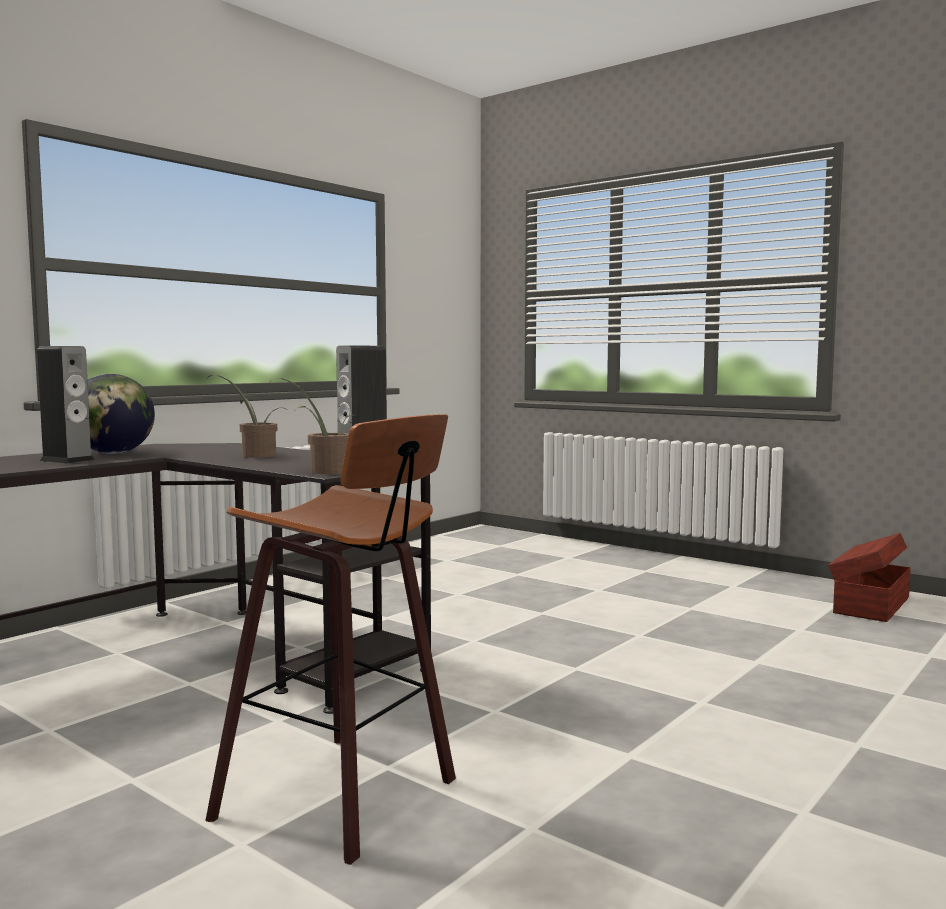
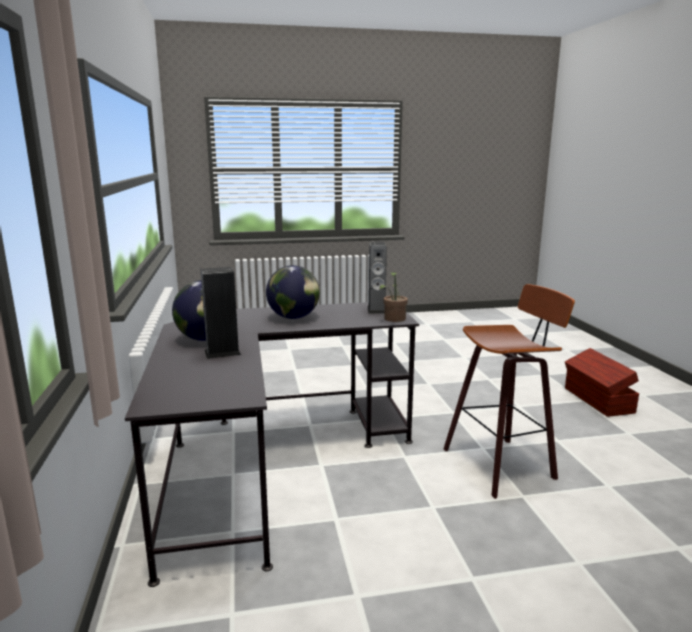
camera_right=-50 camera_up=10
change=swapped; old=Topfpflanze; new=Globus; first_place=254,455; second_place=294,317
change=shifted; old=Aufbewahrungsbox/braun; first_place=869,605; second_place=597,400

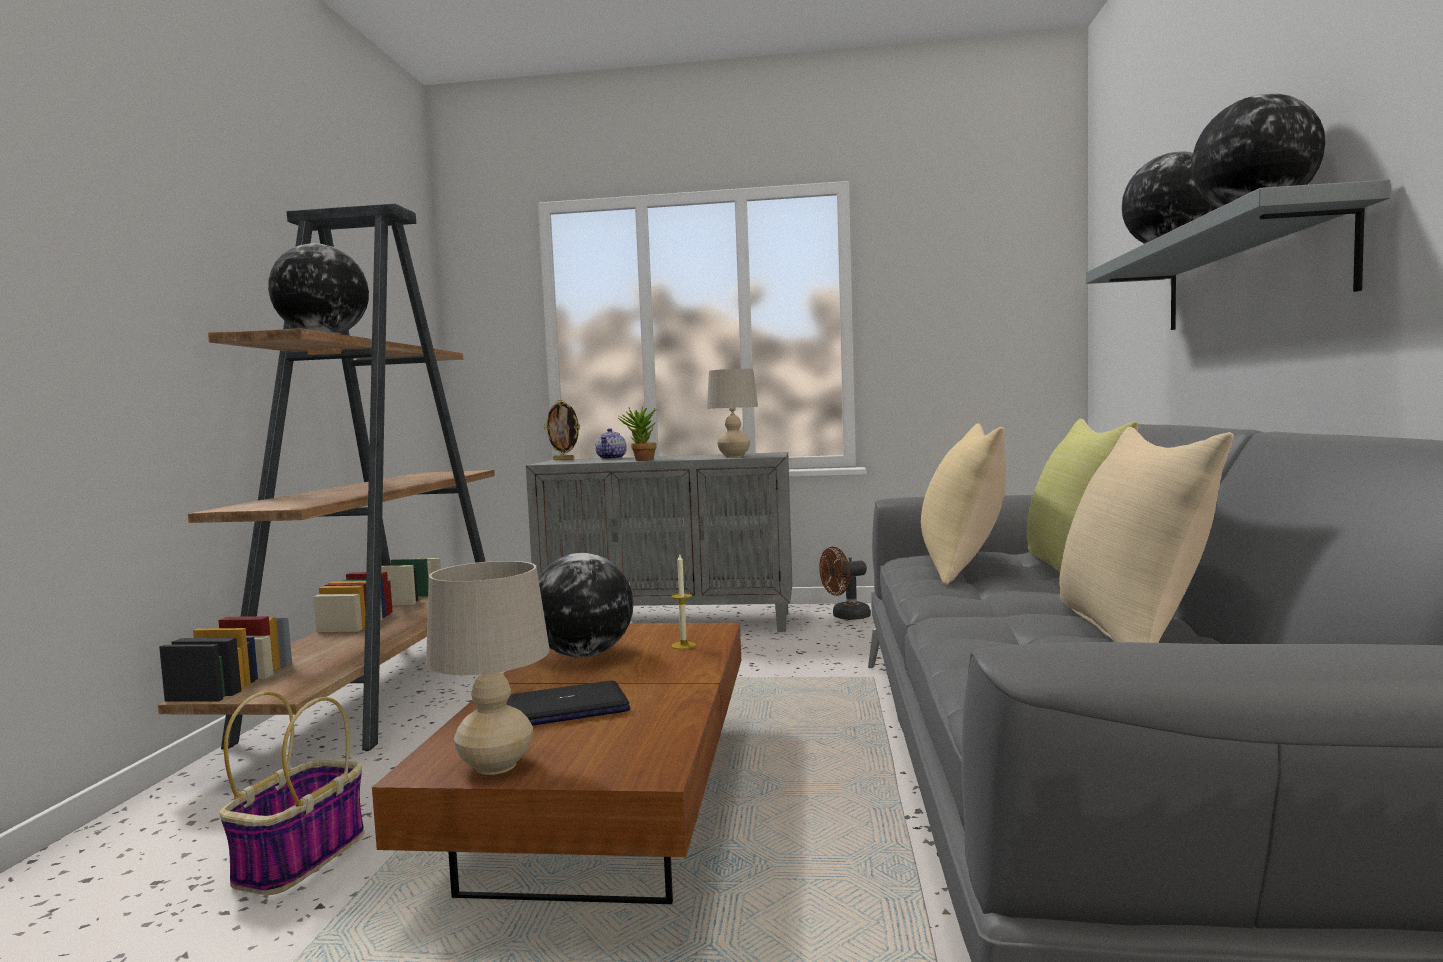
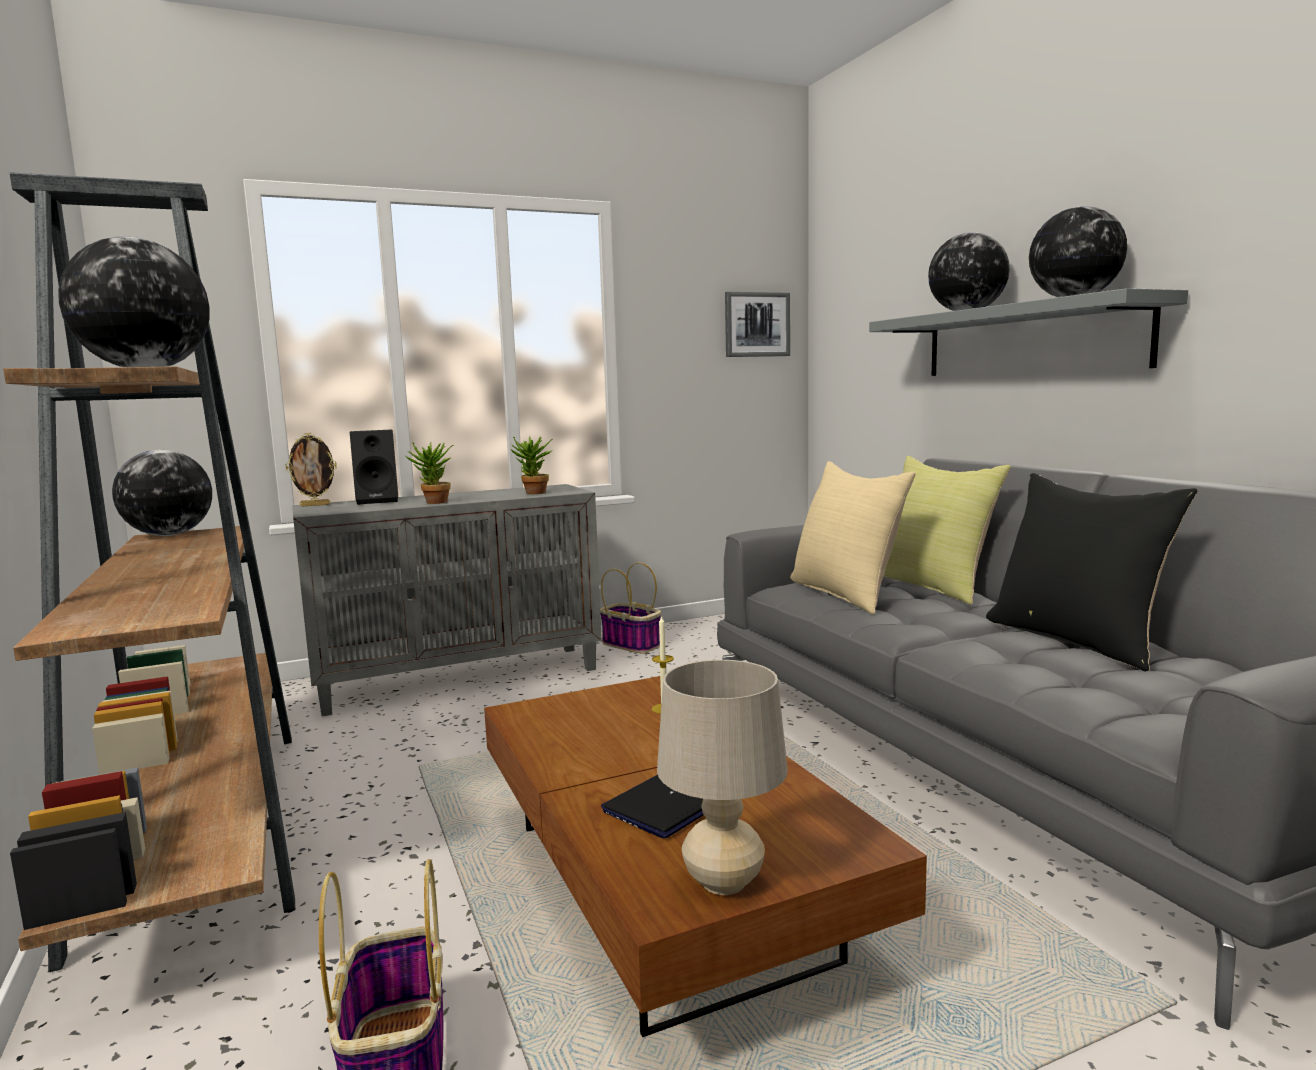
camera_right=-30 camera_up=5
change=shifted; old=Globus; first_place=584,655; second_place=170,535
change=swapped; old=Teekanne; new=Lautsprecher/schwarz; first_place=612,458; second_place=379,501
change=swapped; old=Tischlampe/beige; new=Topfpflanze; first_place=734,456; second_place=533,493
change=swapped; old=Ventilator/braun; new=Korb; first_place=845,616; second_place=632,645
change=new; new=Bild; second_place=756,324
change=repainted; old=Kissen/beige; new=Kissen/schwarz; first_place=1132,632; second_place=1077,640

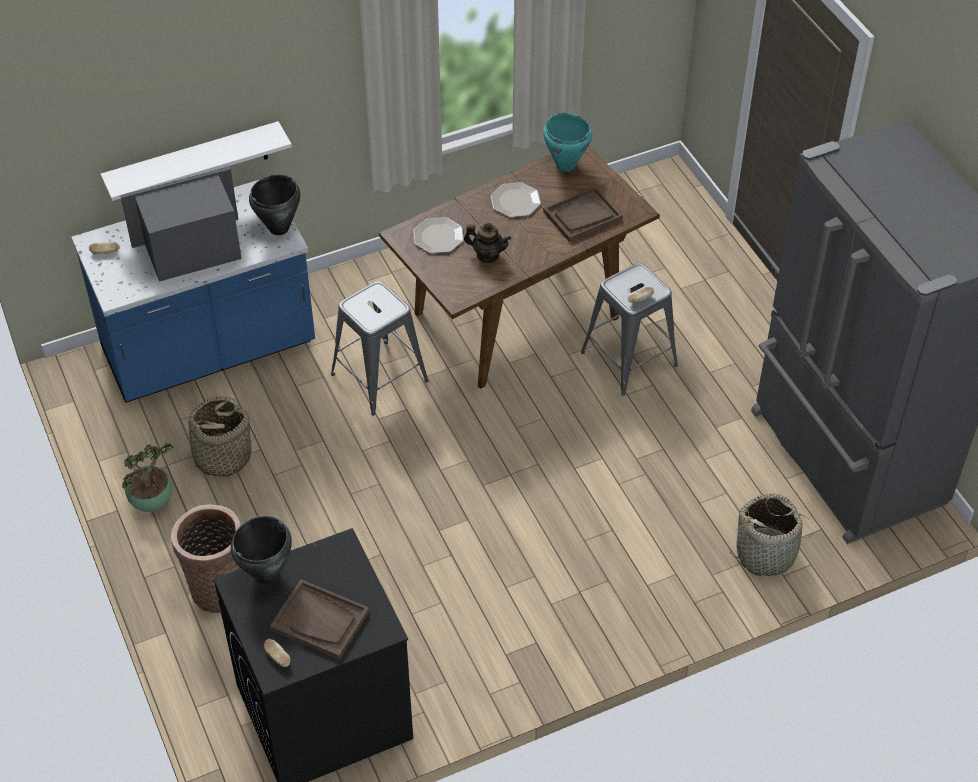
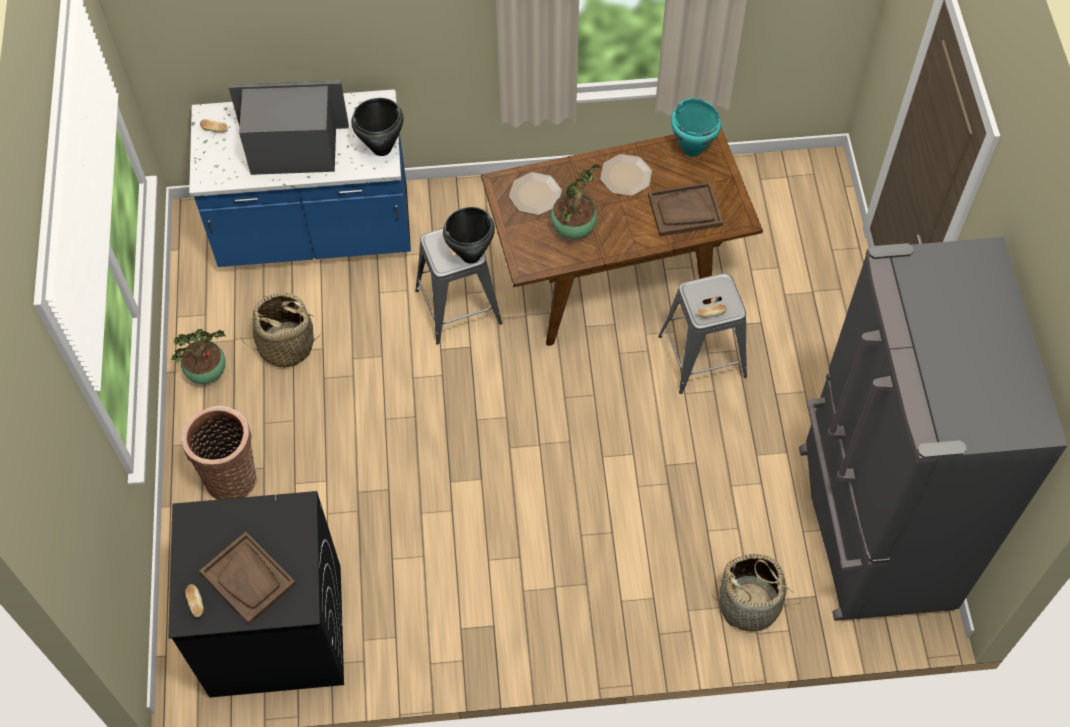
camera_right=20 camera_up=10
change=shifted; old=Kochtopf/schwarz; first_place=267,574; second_place=471,255
change=swapped; old=Teekanne; new=Topfpflanze; first_place=487,255; second_place=574,228
change=gone; old=Wandregal/weiß; first_place=193,163

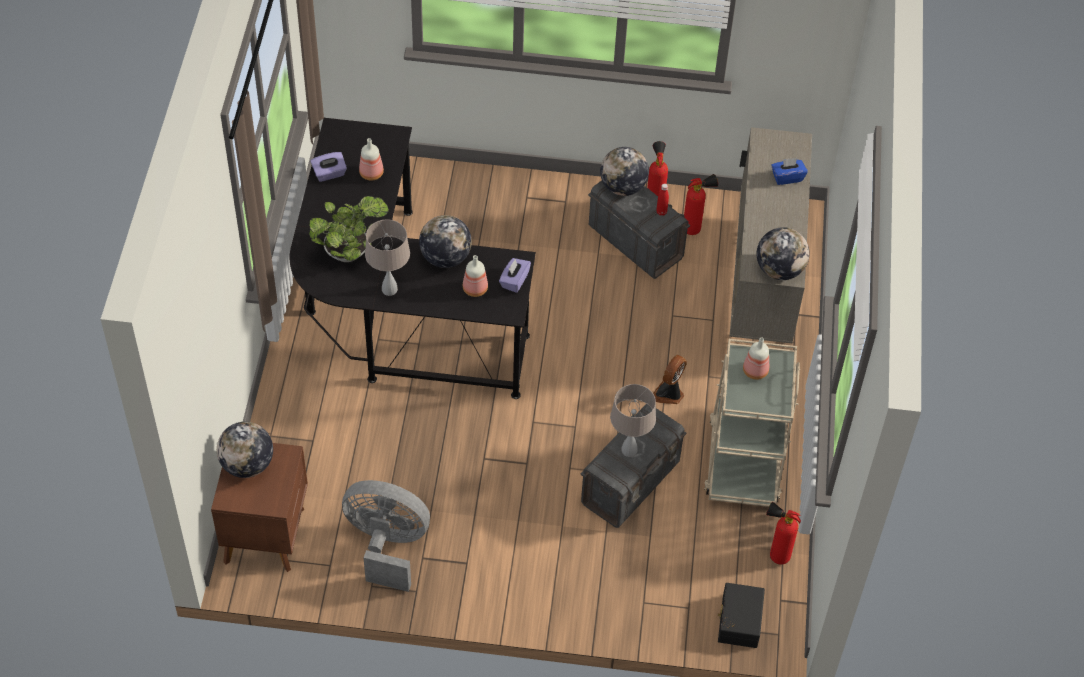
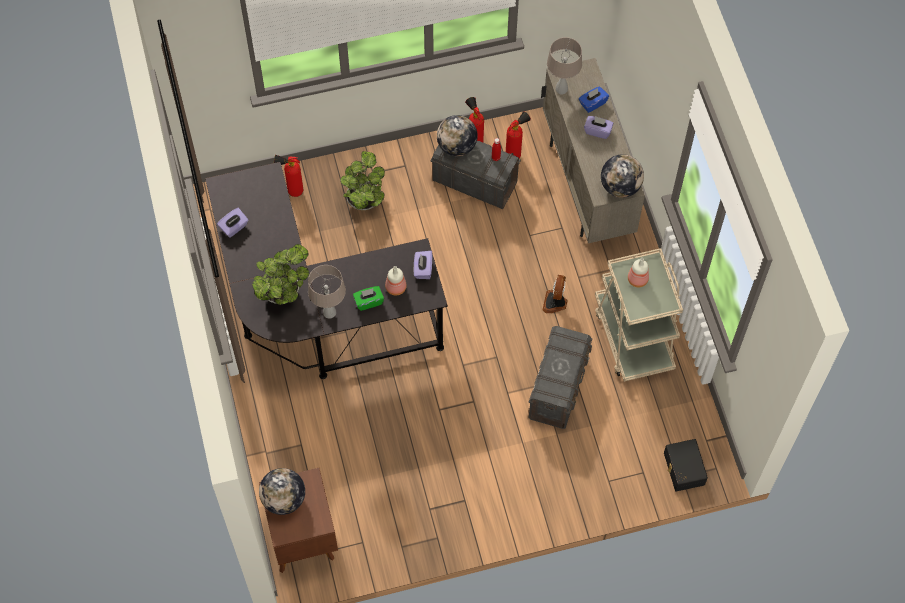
camera_right=-20 camera_up=10
change=shifted; old=Feuerlöscher; first_place=775,555; second_place=292,191
change=new; new=Topfpflanze; second_place=364,199
change=new; new=Taschentuchbox/grün; second_place=368,301
change=shifted; old=Tischlampe/beige; first_place=629,449; second_place=561,89
change=new; new=Taschentuchbox/lila; second_place=597,131
change=gone; old=Ventilator/grau; first_place=387,545
change=gone; old=Flasche; first_place=372,173
change=gone; old=Globus; first_place=445,258

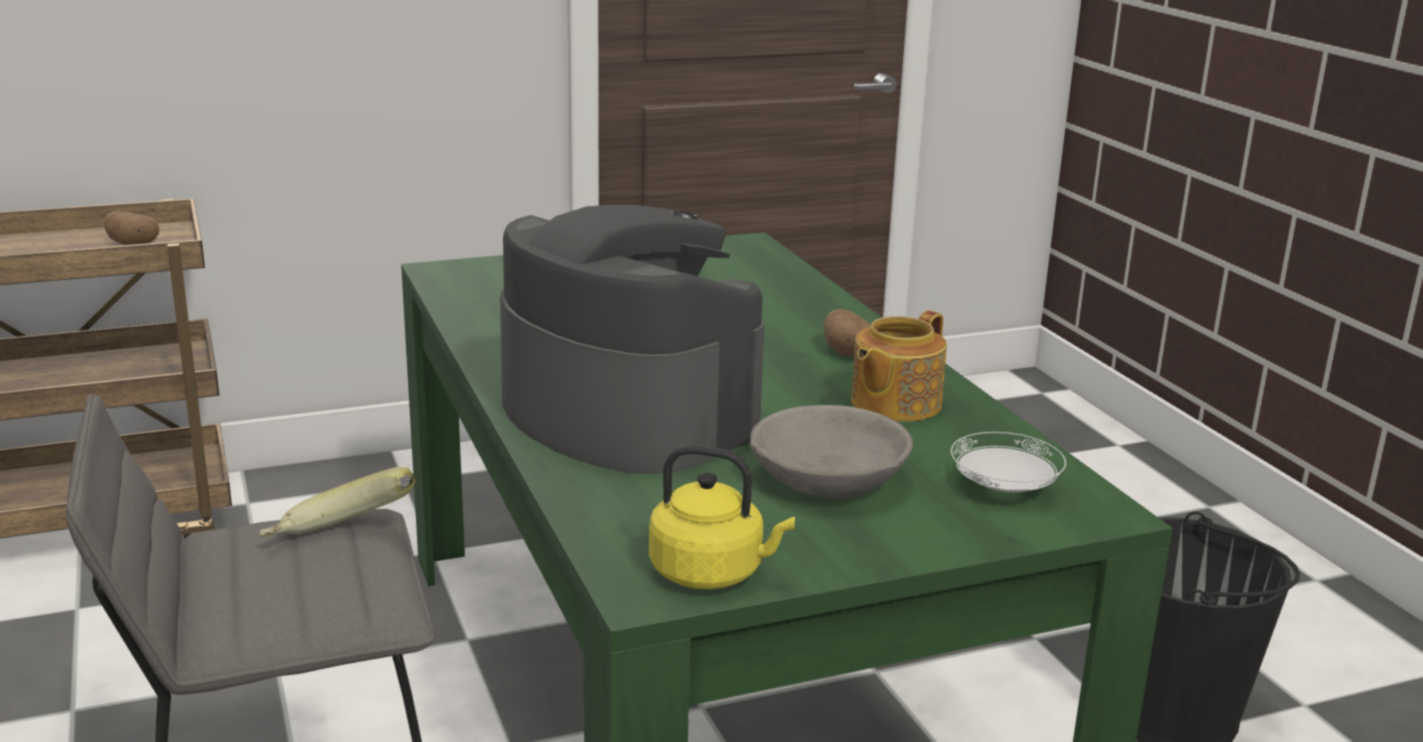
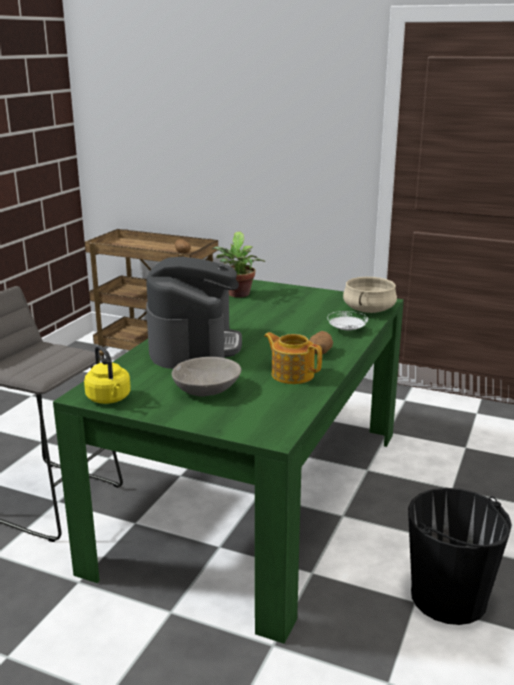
camera_right=45 camera_up=0
change=new; new=Topfpflanze; second_place=238,295
change=rotated; old=Teekanne; first_place=893,403; second_place=292,374; degrees=45
change=shifted; old=Teller/weiß; first_place=1003,490; second_place=346,330
change=new; new=Kochtopf/beige; second_place=369,310
change=gone; old=Banane; first_place=340,541

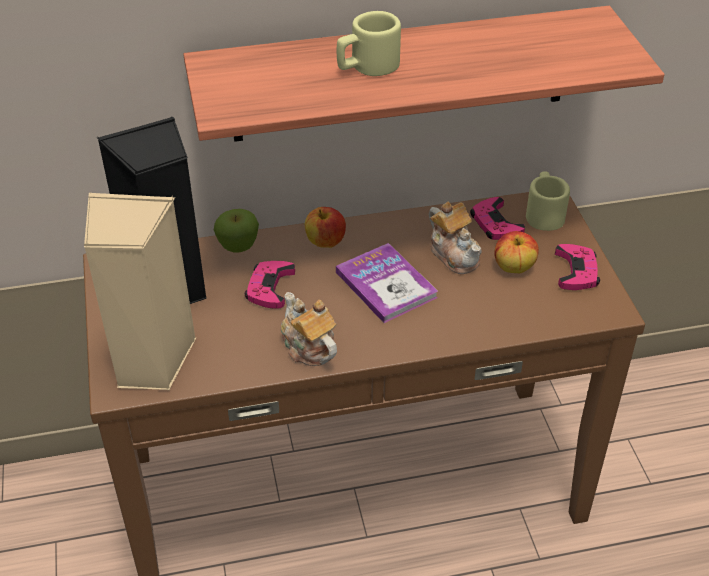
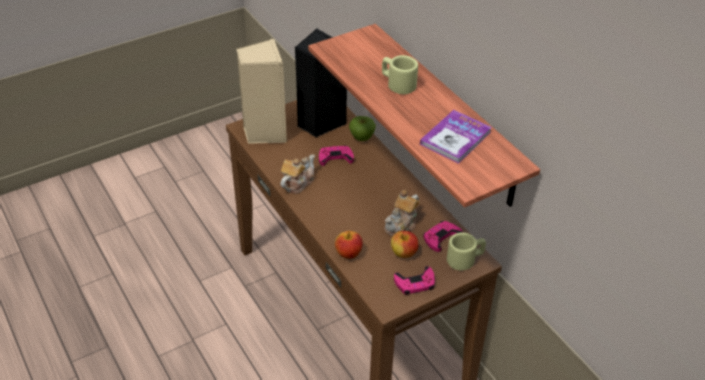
camera_right=70 camera_up=0
change=shifted; old=Apfel; first_place=325,242; second_place=348,253
change=shifted; old=Buch; first_place=386,284; second_place=455,138

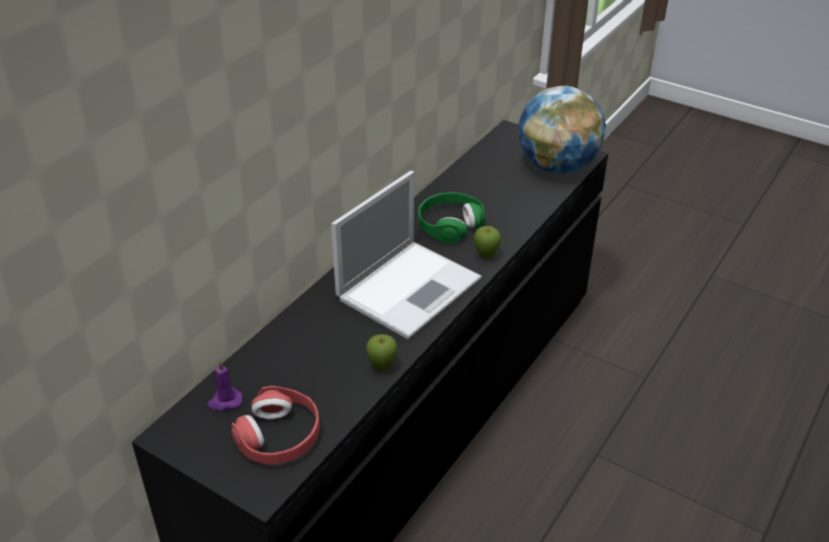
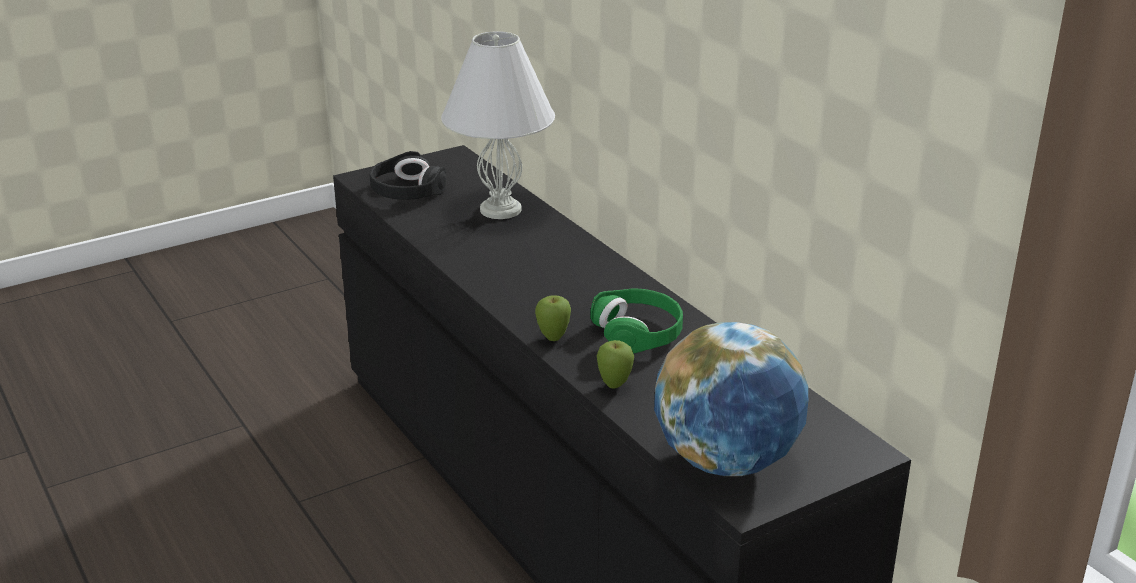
camera_right=115 camera_up=-10
change=repainted; old=Kopfhörer/rot; new=Kopfhörer/schwarz; first_place=279,436; second_place=407,190
change=new; new=Tischlampe/weiß; second_place=500,210
change=shifted; old=Apfel; first_place=382,367; second_place=614,385
change=gone; old=Kerze/lila; first_place=224,401
change=gone; old=Laptop; first_place=410,287

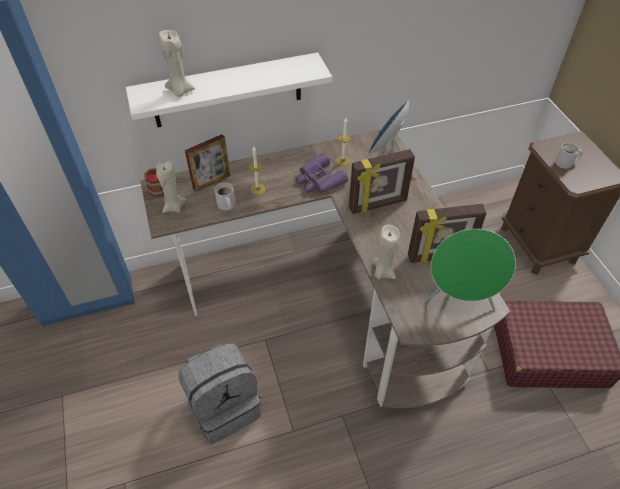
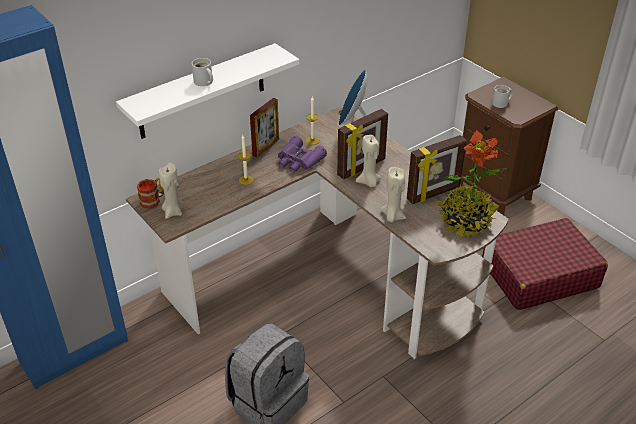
camera_right=-20 camera_up=-10
change=shifted; old=Henkelbecher/weiß; first_place=226,205; second_place=203,82
change=shifted; old=Bilderrahmen; first_place=212,182; second_place=266,147
change=shifted; old=Kerze/beige; first_place=180,91; second_place=369,182
change=swapped; old=Lautsprecher/grün; new=Topfpflanze; first_place=459,299; second_place=465,221

